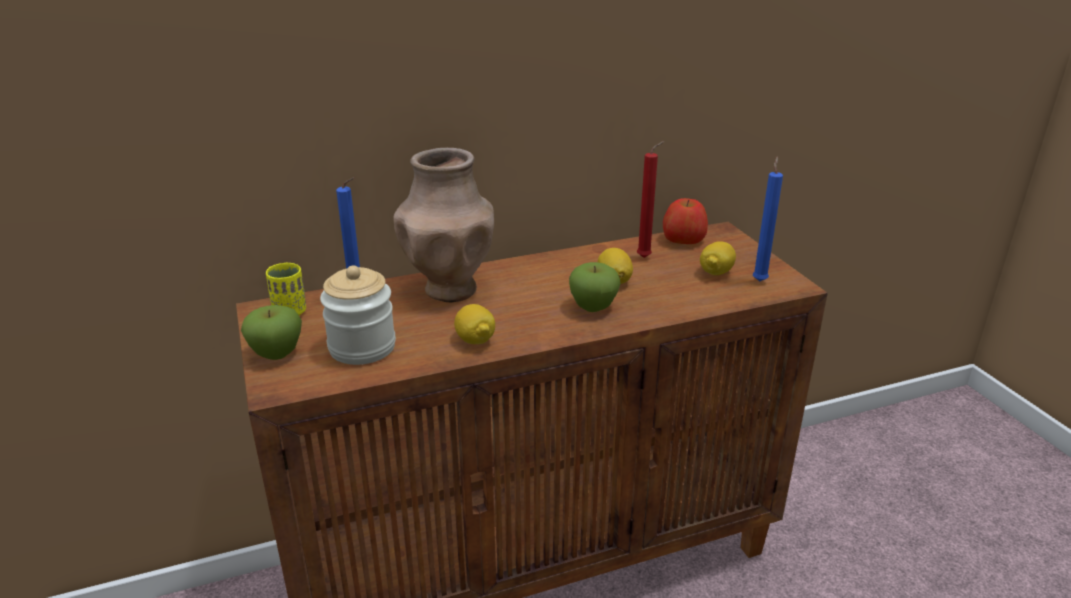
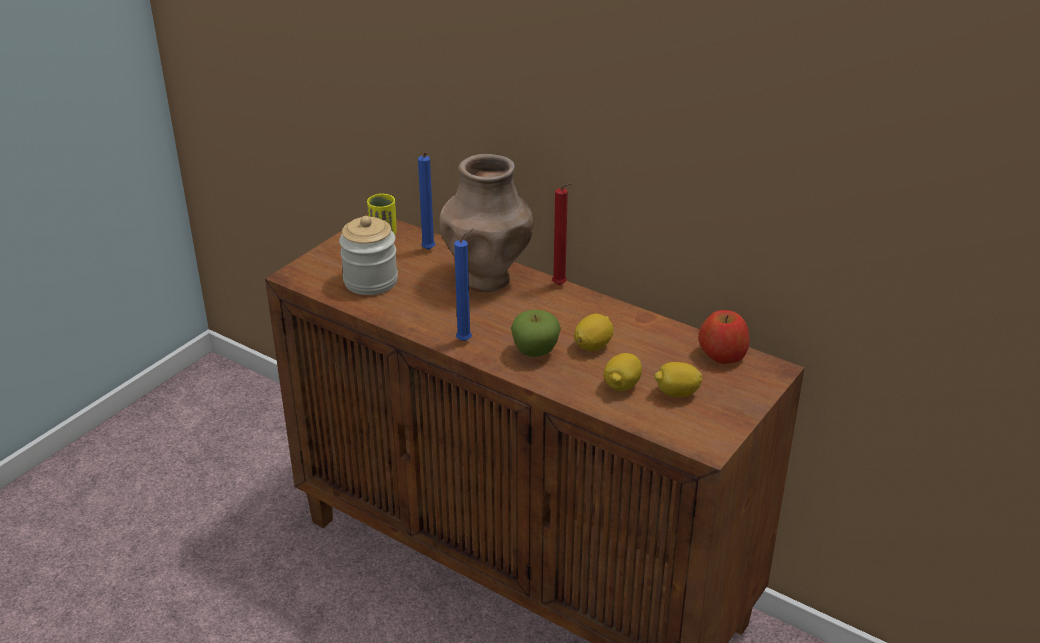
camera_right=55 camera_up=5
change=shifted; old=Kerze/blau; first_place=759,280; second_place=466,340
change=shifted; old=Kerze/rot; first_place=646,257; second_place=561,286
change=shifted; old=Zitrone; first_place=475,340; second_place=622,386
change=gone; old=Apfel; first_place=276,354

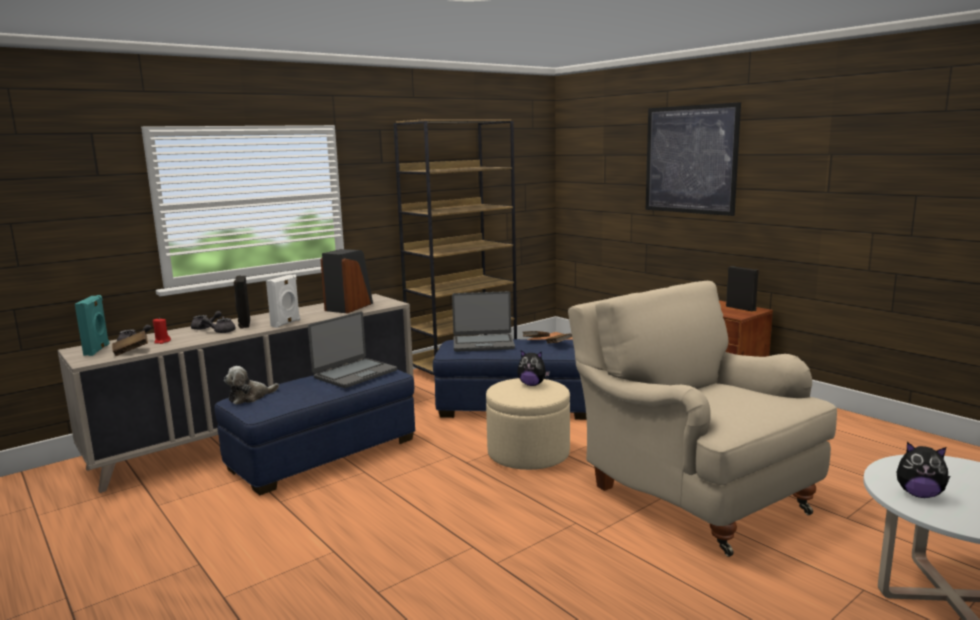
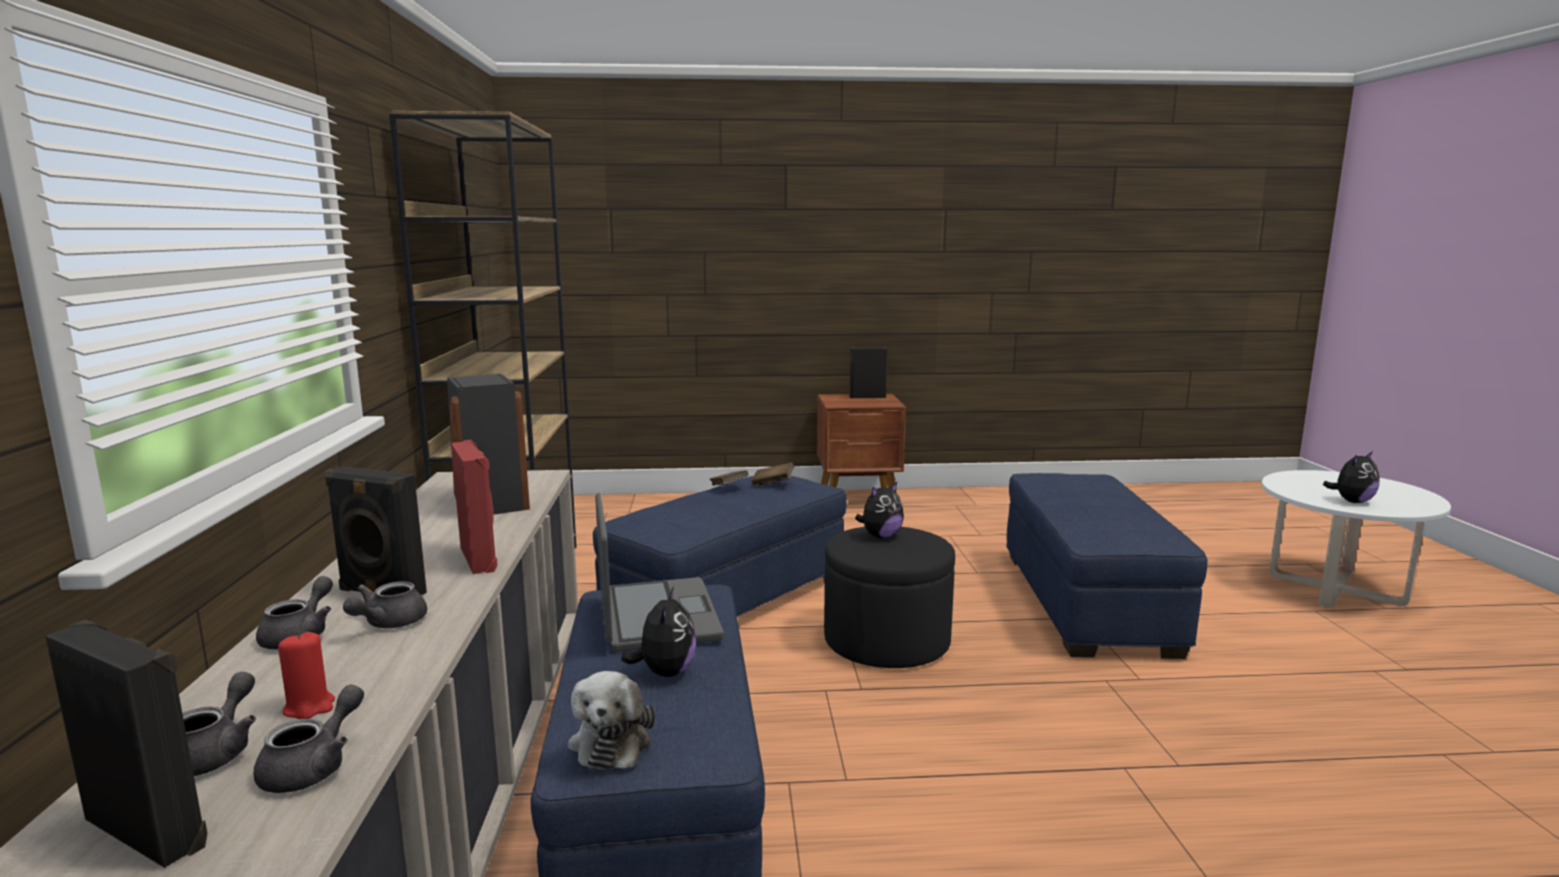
camera_right=-55 camera_up=0
change=repainted; old=Lautsprecher/türkis; new=Lautsprecher/schwarz; first_place=97,350; second_place=150,829
change=swapped; old=Buch/braun; new=Teekanne/grau; first_place=131,351; second_place=314,767
change=repainted; old=Lautsprecher/weiß; new=Lautsprecher/rot; first_place=286,323; second_place=480,559
change=new; new=Plüschtier; second_place=665,672
change=repainted; old=Polsterhocker/beige; new=Polsterhocker/schwarz; first_place=528,453; second_place=886,641
change=swapped; old=Sessel/beige; new=Polsterhocker/blau; first_place=691,494; second_place=1085,602
change=gone; old=Laptop; first_place=483,344
change=gone; old=Bild; first_place=690,159

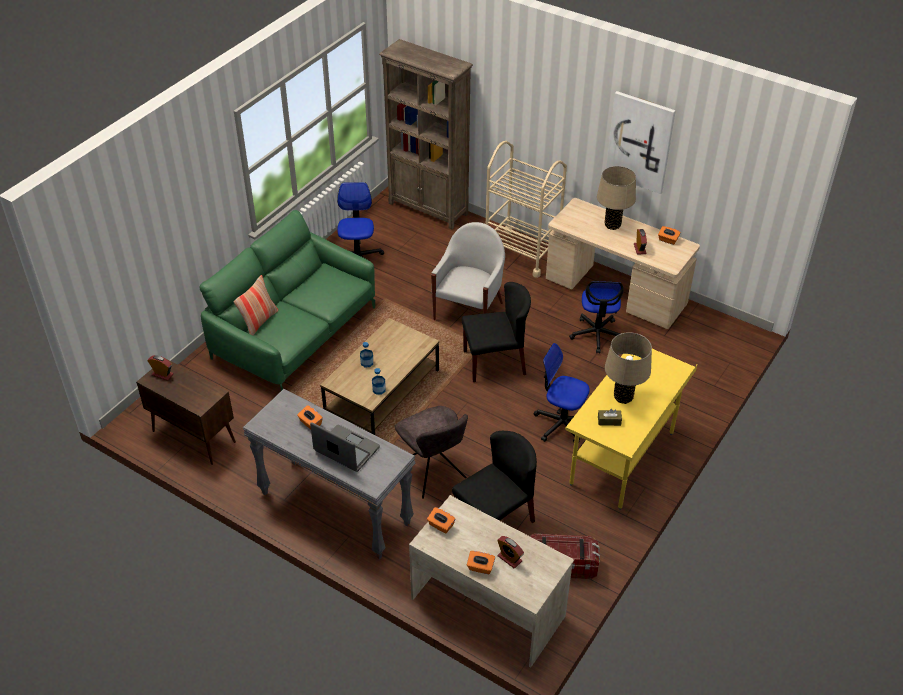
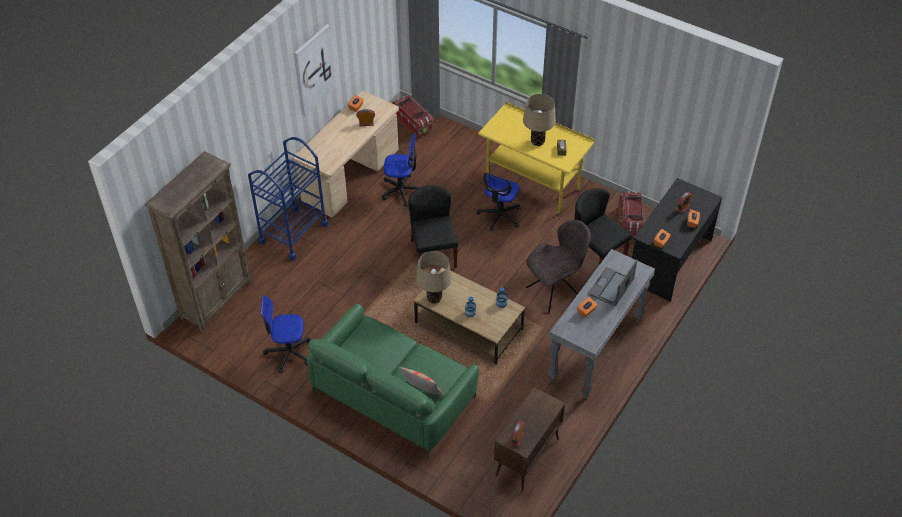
camera_right=-90 camera_up=5
change=repainted; old=Rollwagen/beige; new=Rollwagen/blau; first_place=522,253; second_place=293,233
change=new; new=Aufbewahrungsbox; second_place=413,123
change=shifted; old=Tischlampe/beige; first_place=612,225; second_place=434,298
change=repainted; old=Schreibtisch/beige; new=Schreibtisch/schwarz; first_place=488,606; second_place=669,260
change=gone; old=Sessel/weiß; first_place=469,310

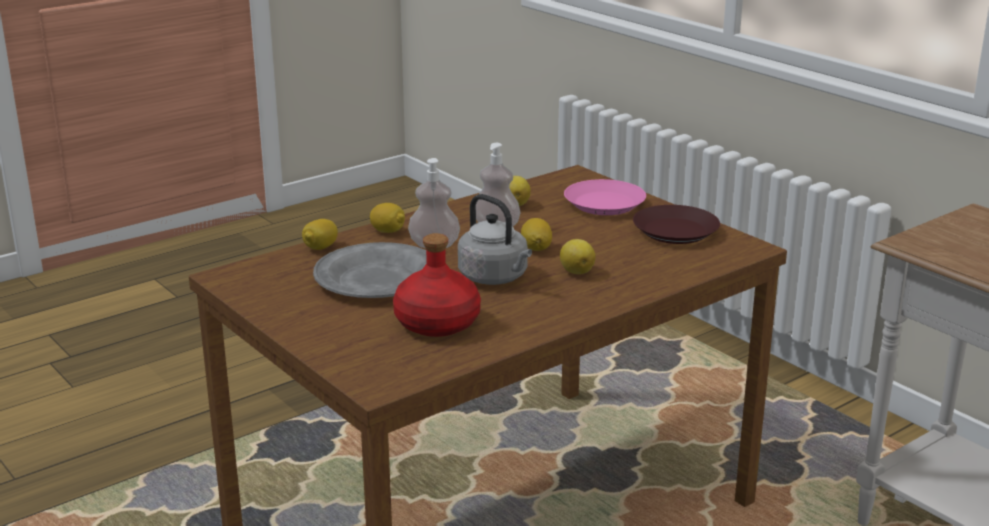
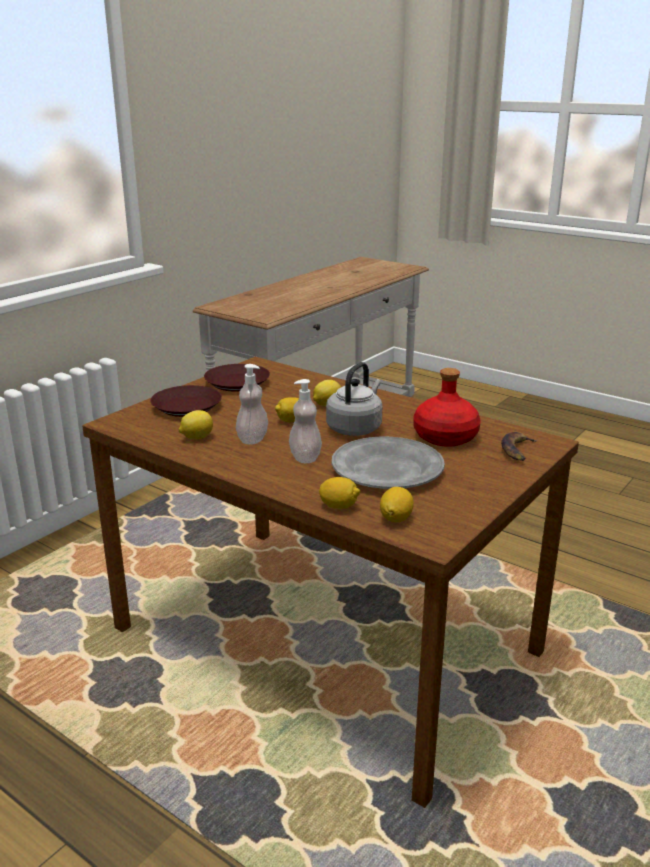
camera_right=-105 camera_up=0
change=repainted; old=Teller/rosa; new=Teller/braun; first_place=604,204; second_place=186,407
change=shifted; old=Zitrone; first_place=388,231; second_place=396,518
change=new; new=Banane; second_place=517,450

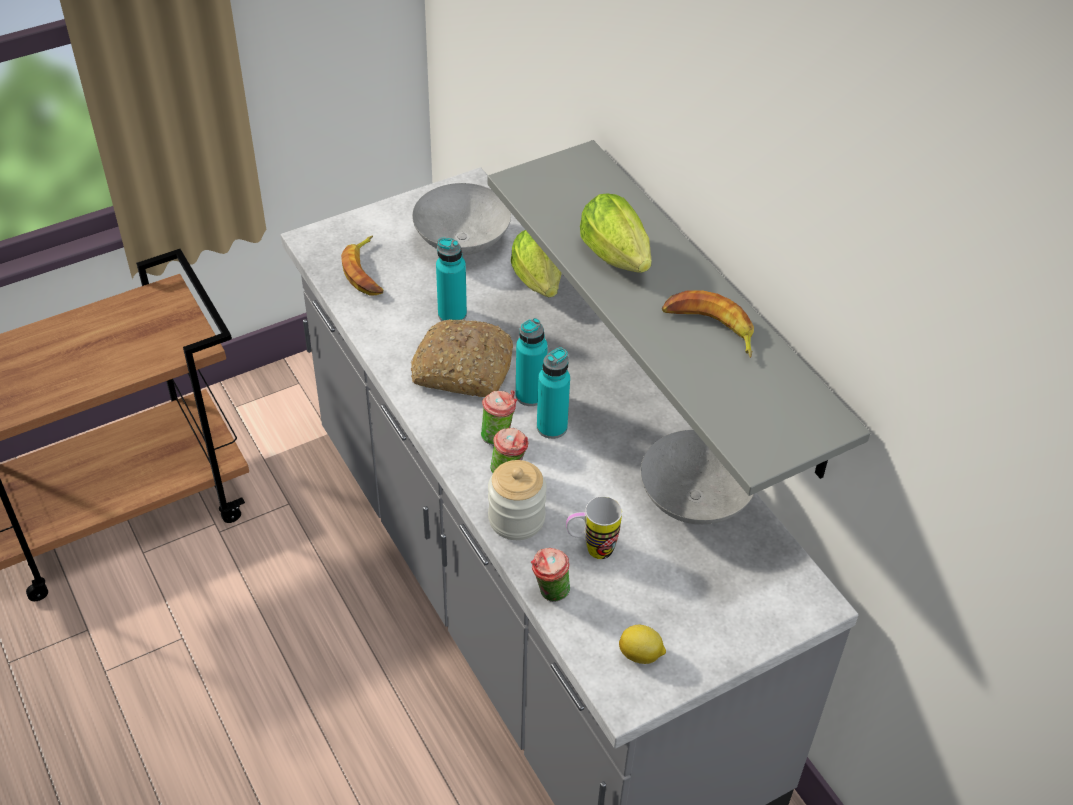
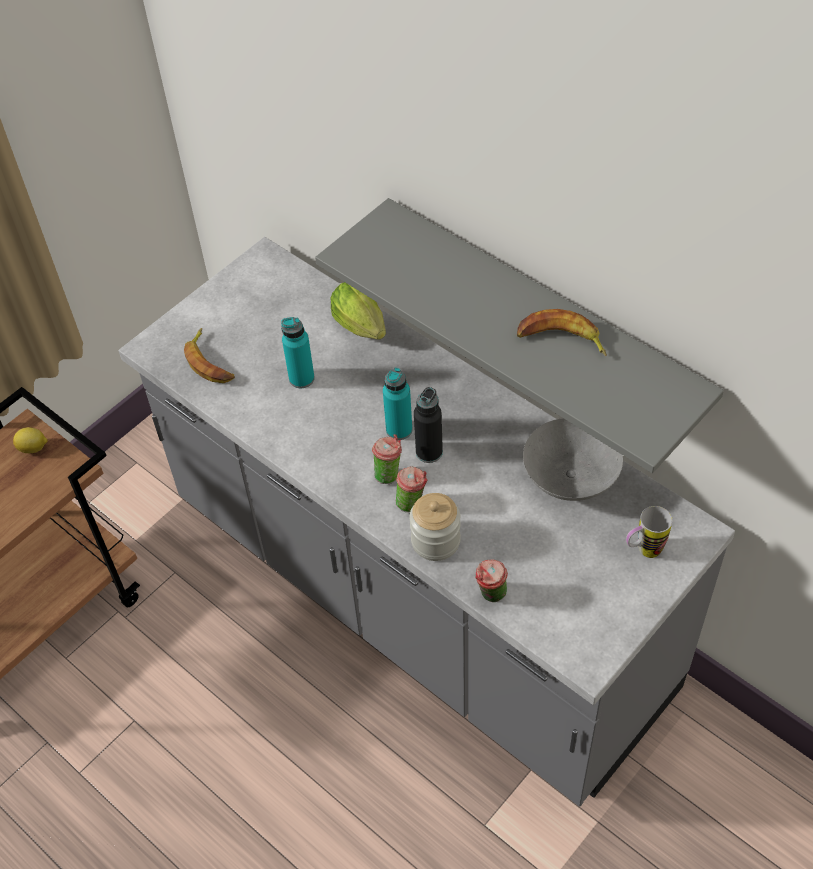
camera_right=-15 camera_up=5
change=shifted; old=Zitrone; first_place=641,655; second_place=33,448
change=repainted; old=Flasche/türkis; new=Flasche/schwarz; first_place=552,427; second_place=429,452
change=shifted; old=Henkelbecher; first_place=591,549; second_place=643,551
change=gone; old=Brot; first_place=462,369
change=gone; old=Schüssel/grau; first_place=460,242
change=gone; old=Salatkopf; first_place=618,259

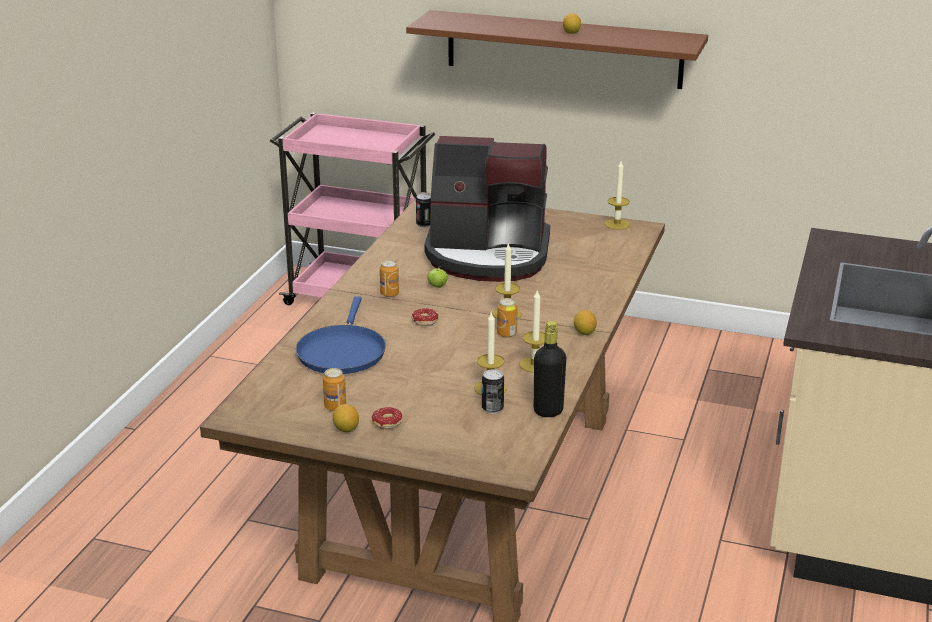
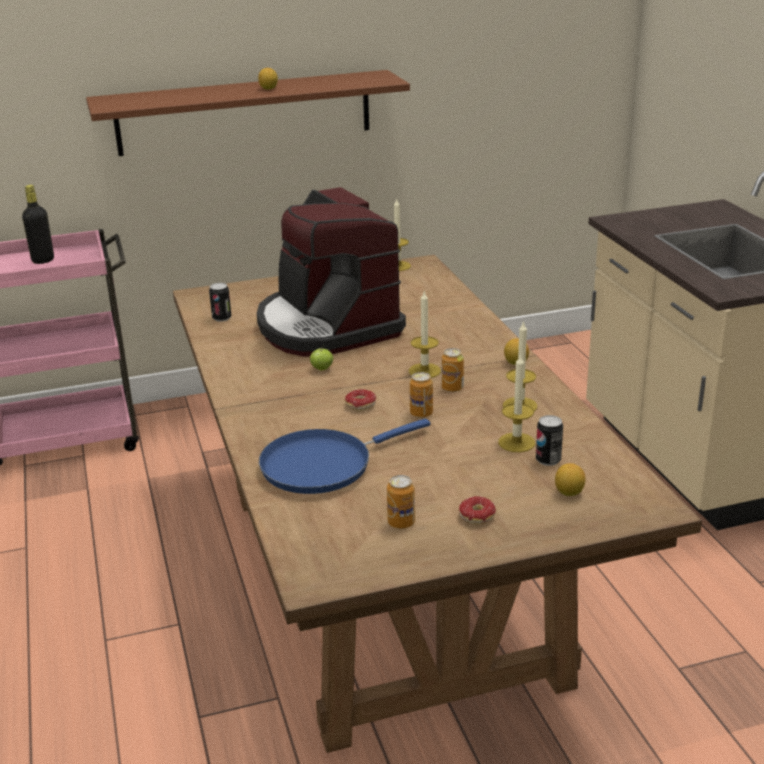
camera_right=-35 camera_up=0
change=shifted; old=Flasche/schwarz; first_place=548,411; second_place=43,260
change=rotated; old=Kaffeemaschine; first_place=488,255; second_place=327,326; degrees=90
change=rotated; old=Pfanne/blau; first_place=342,351; second_place=323,465; degrees=90
change=shifted; old=Dose; first_place=389,294; second_place=421,413
change=shifted; old=Zitrone; first_place=346,429; second_place=569,493

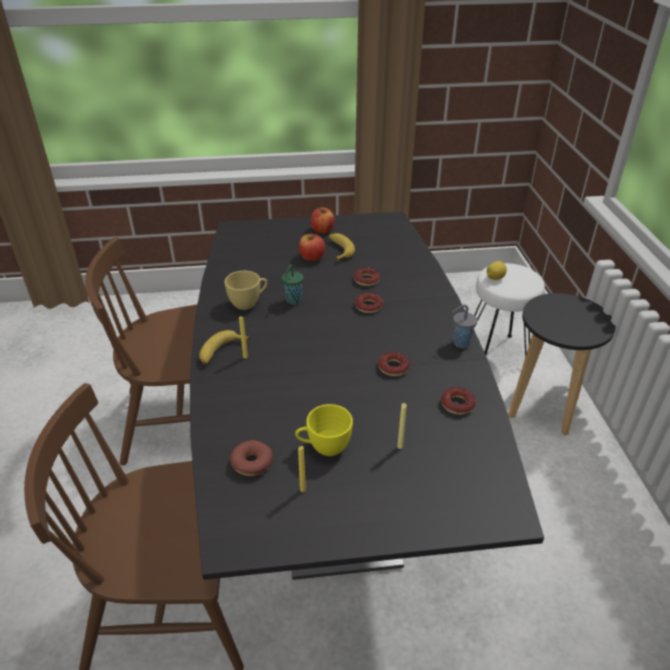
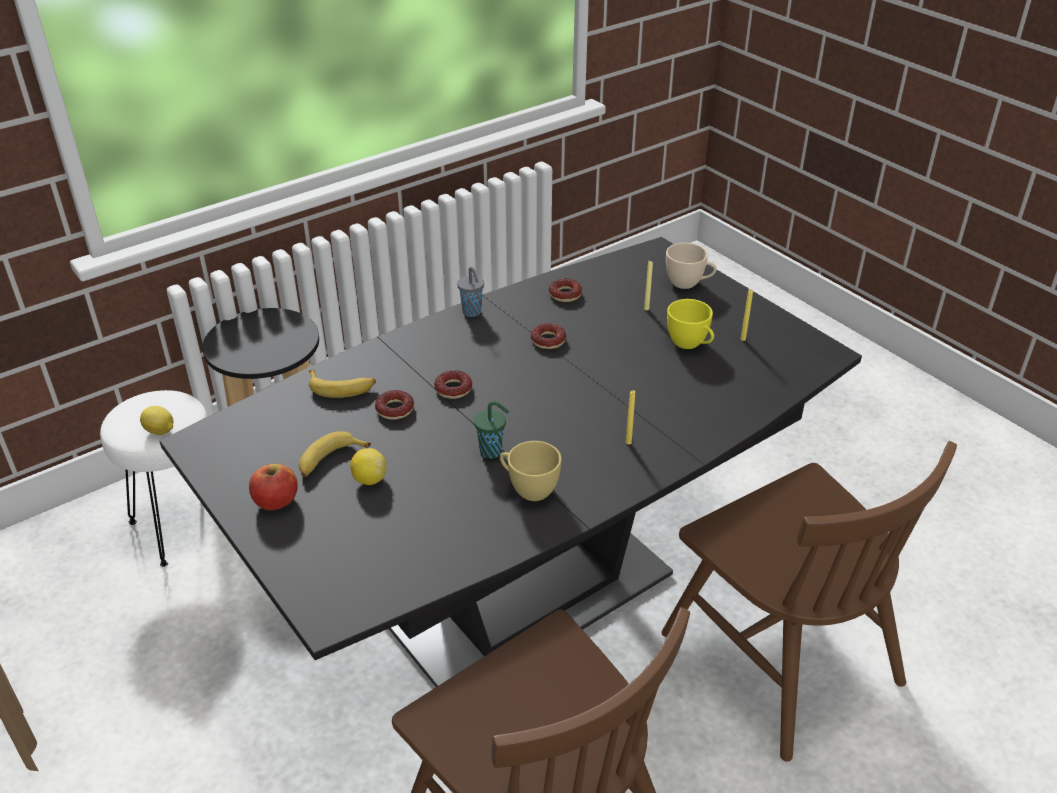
camera_right=-120 camera_up=0
change=shifted; old=Banane; first_place=221,352; second_place=342,388
change=swapped; old=Apfel; new=Zitrone; first_place=312,257; second_place=369,479
change=new; new=Tasse/beige; second_place=688,284
change=gone; old=Donut; first_place=252,463

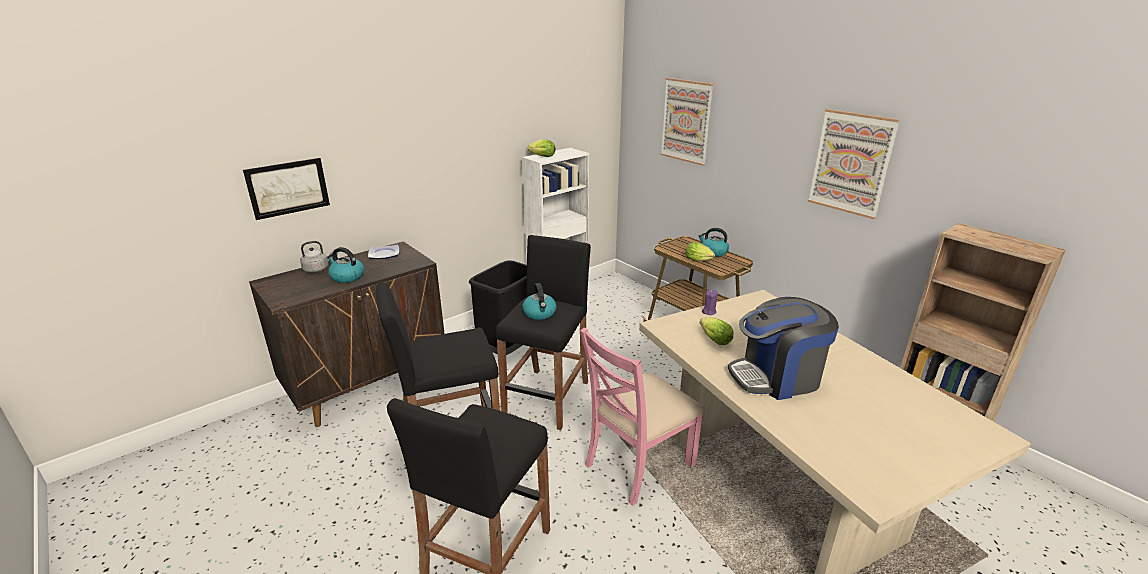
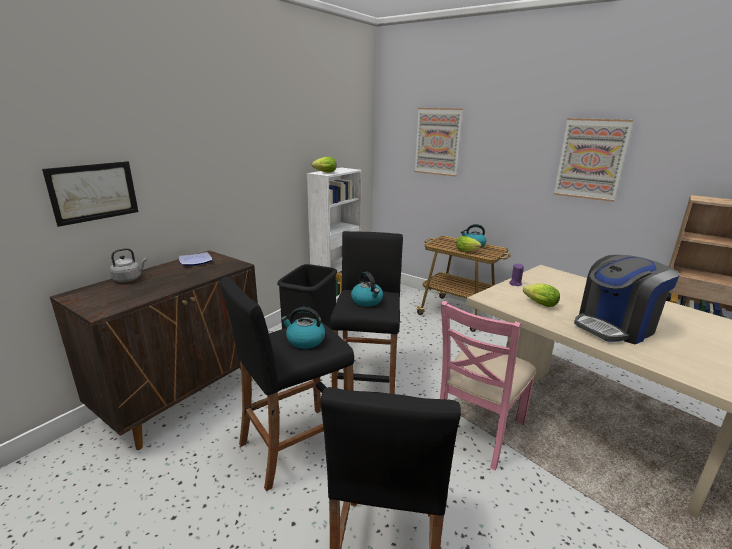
camera_right=-15 camera_up=-5
change=shifted; old=Wasserkessel; first_place=346,277; second_place=305,340

